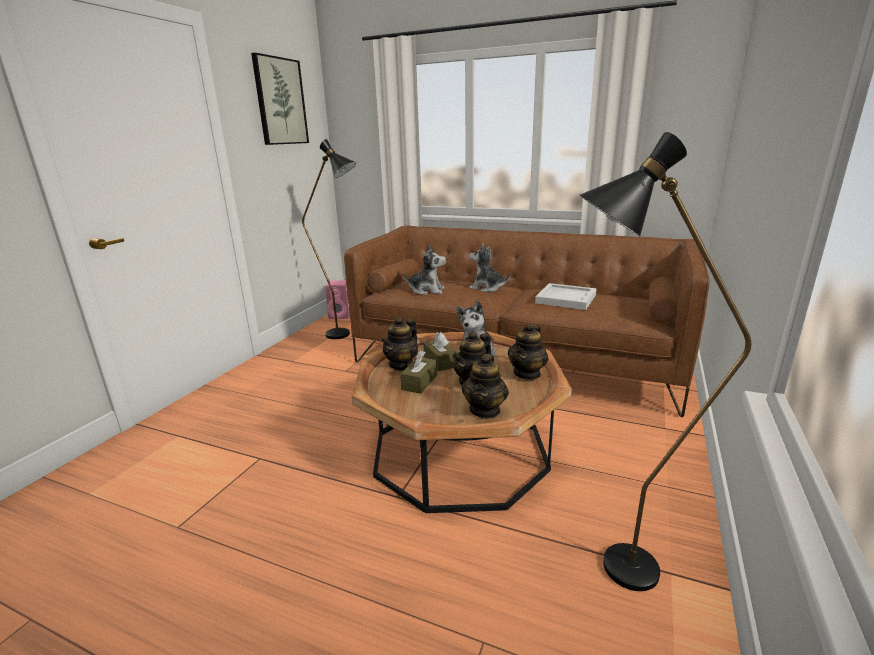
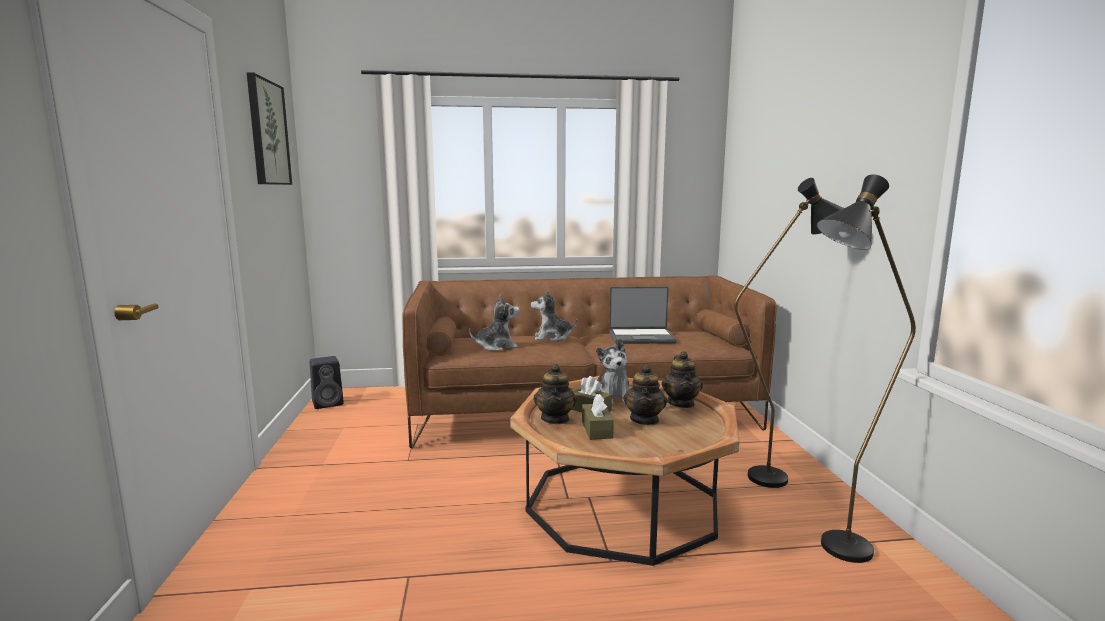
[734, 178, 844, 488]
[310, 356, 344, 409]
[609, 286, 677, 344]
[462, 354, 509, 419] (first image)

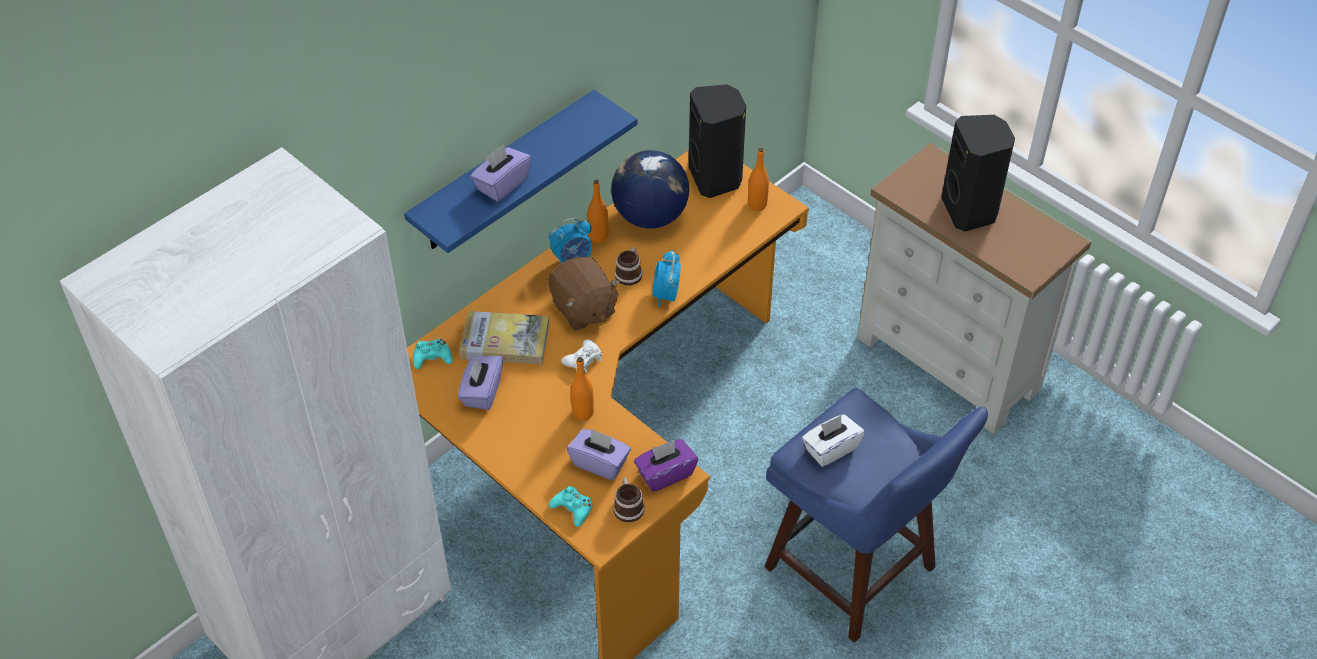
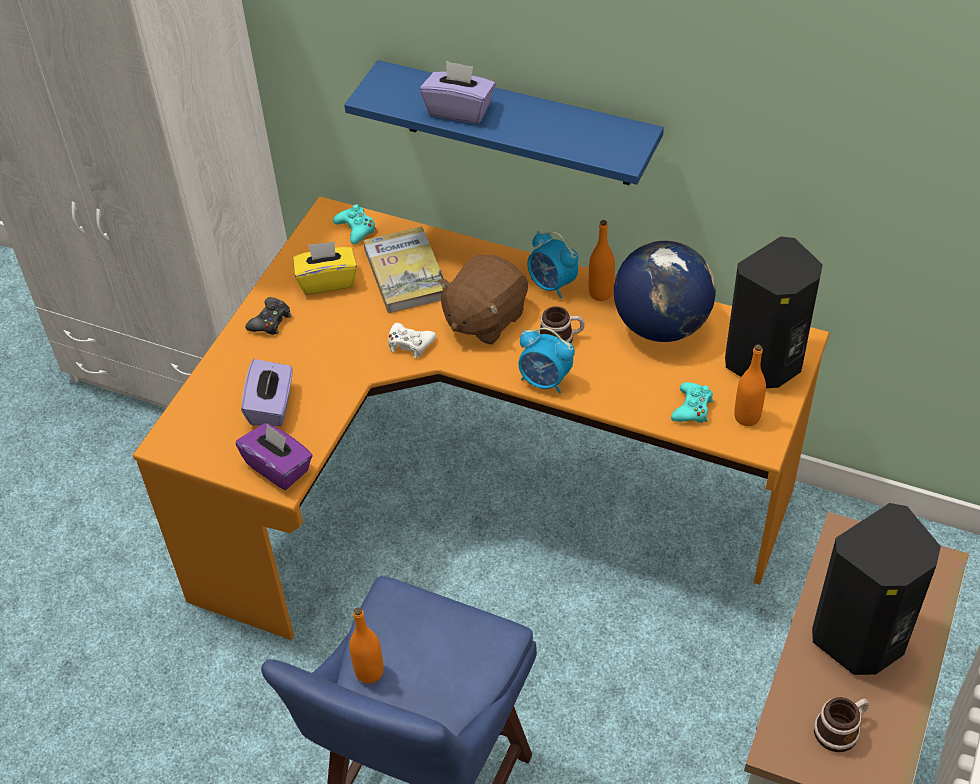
[519, 328, 575, 393]
[293, 241, 357, 295]
[349, 608, 384, 684]
[802, 414, 864, 467] (first image)
[814, 697, 869, 752]
[671, 382, 713, 423]
[245, 297, 292, 335]

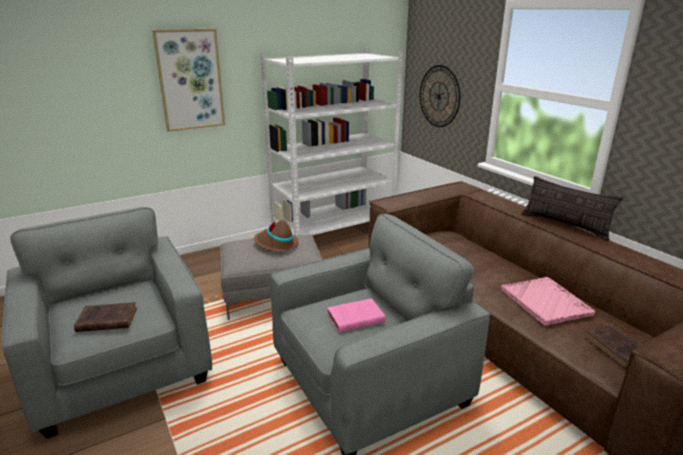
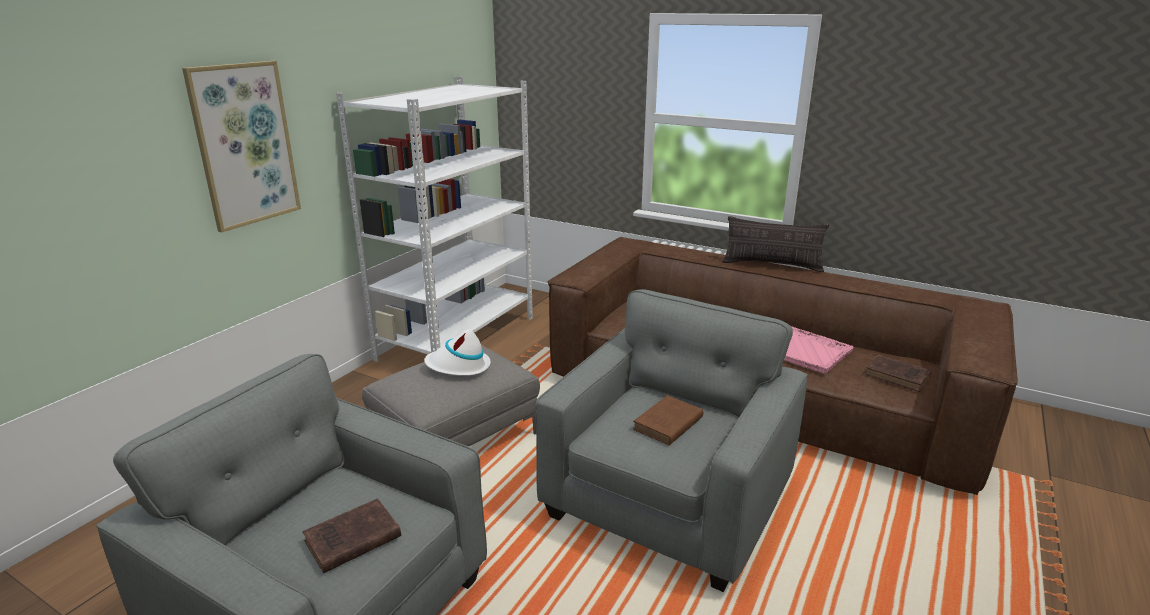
[420, 65, 460, 127] (first image)
[424, 329, 491, 376]
[633, 395, 703, 445]

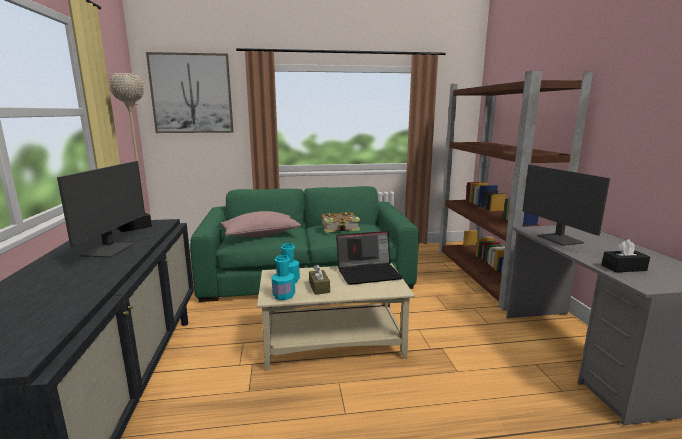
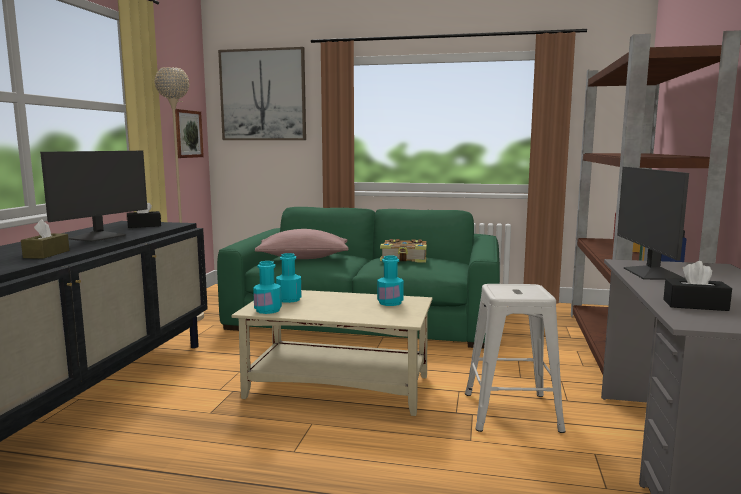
[377, 256, 404, 306]
[21, 219, 69, 259]
[175, 109, 204, 158]
[465, 284, 566, 433]

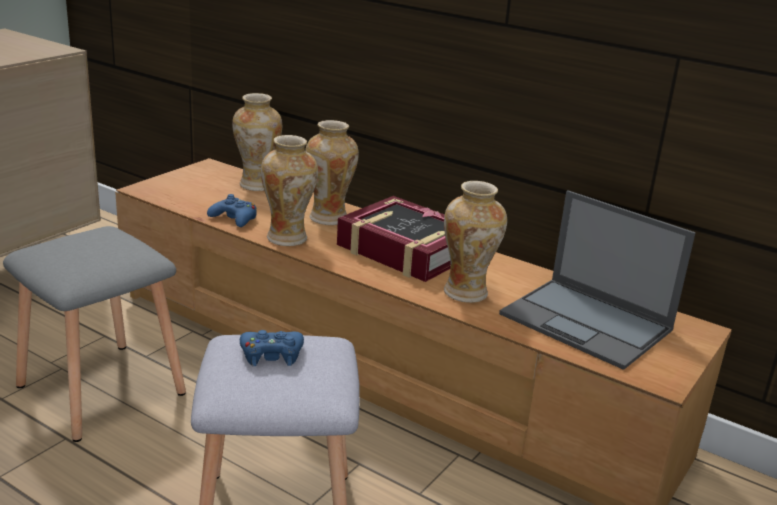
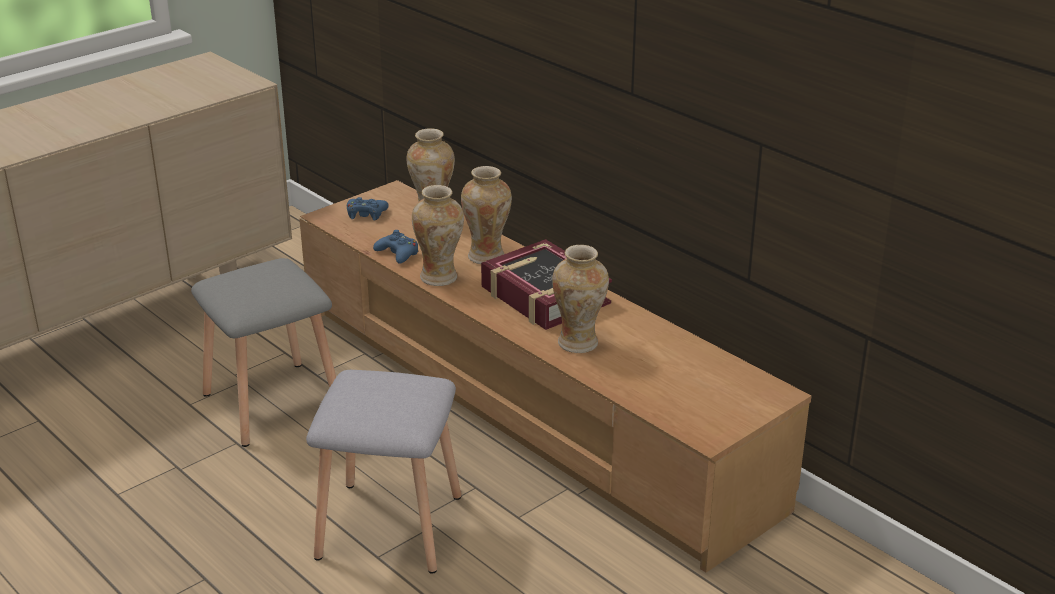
[499, 190, 696, 370] (first image)
[347, 197, 389, 220]

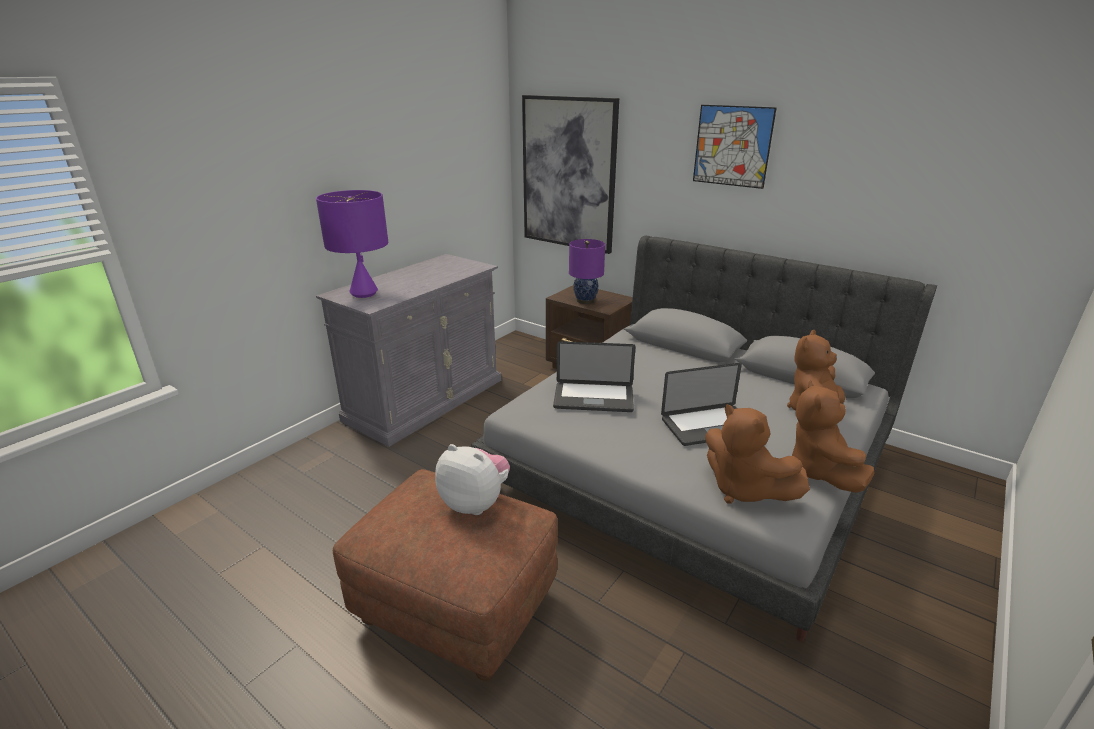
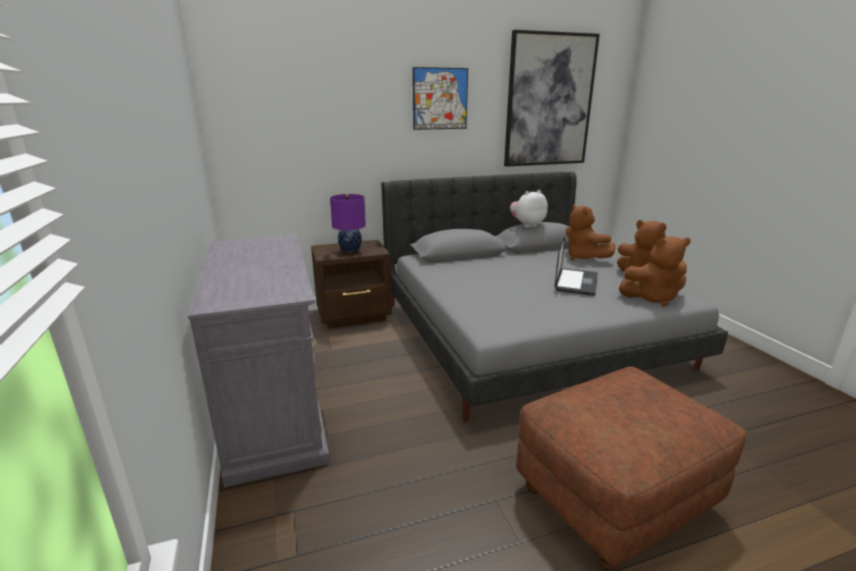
[504, 30, 600, 167]
[316, 190, 388, 298] (first image)
[553, 341, 636, 412] (first image)
[510, 190, 548, 228]

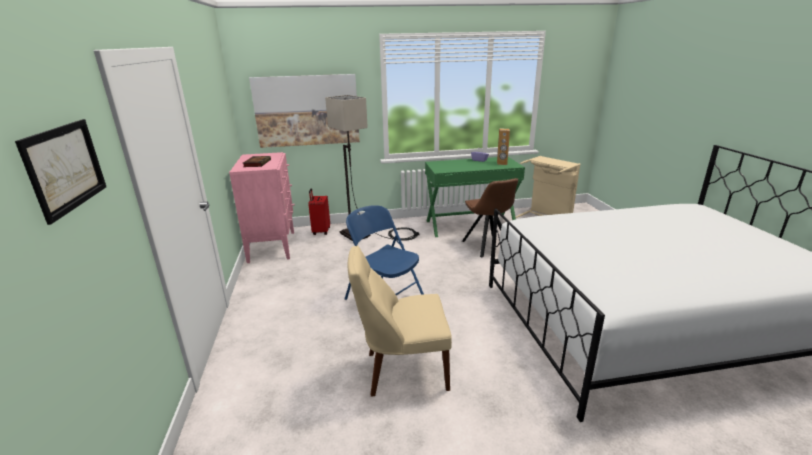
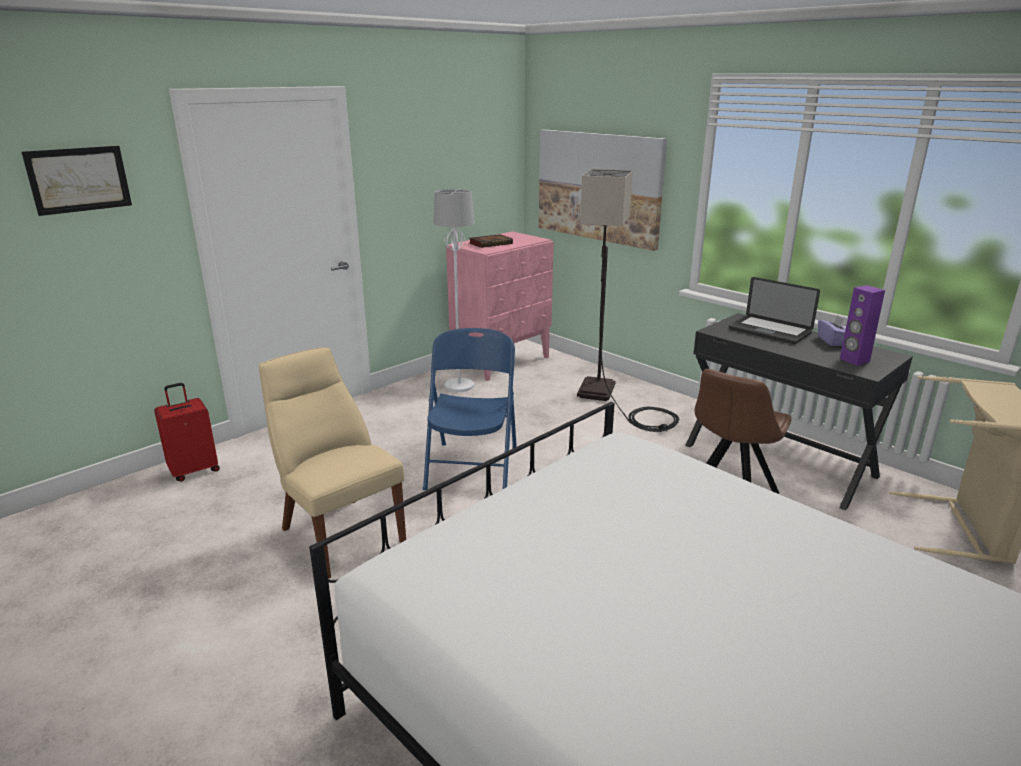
[840, 285, 885, 365]
[685, 313, 913, 510]
[154, 383, 220, 482]
[434, 189, 475, 392]
[729, 277, 820, 344]

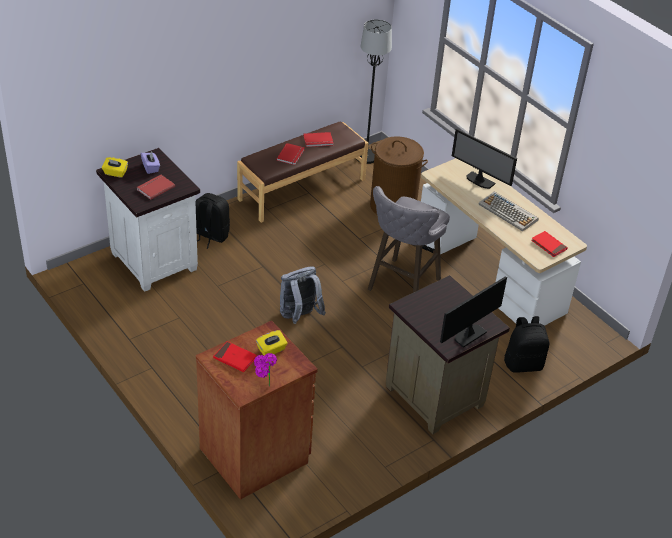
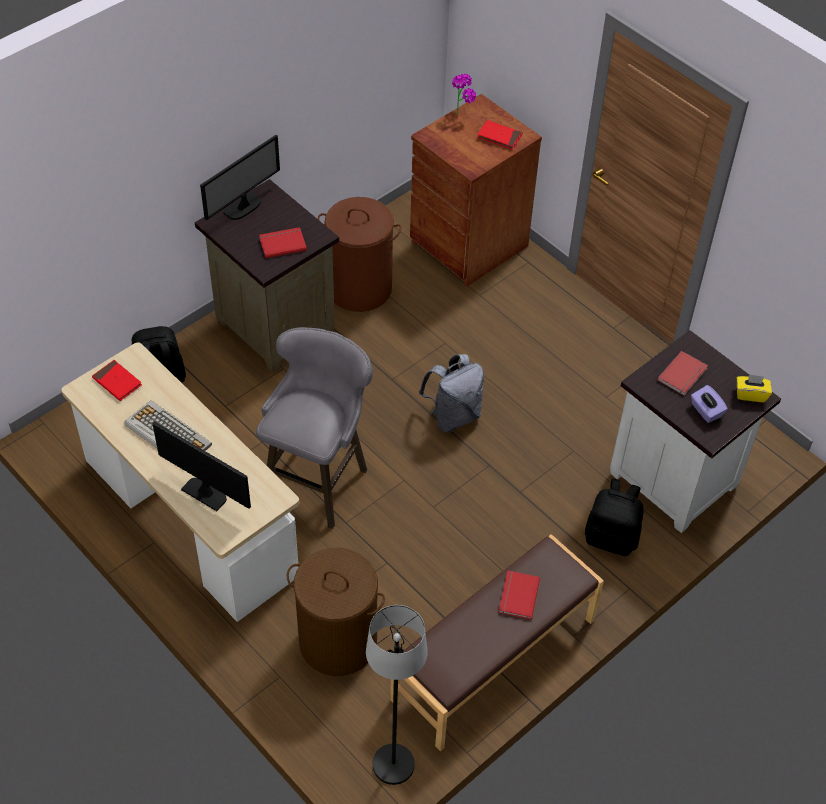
[259, 227, 307, 258]
[256, 330, 288, 355] (first image)
[318, 197, 402, 312]

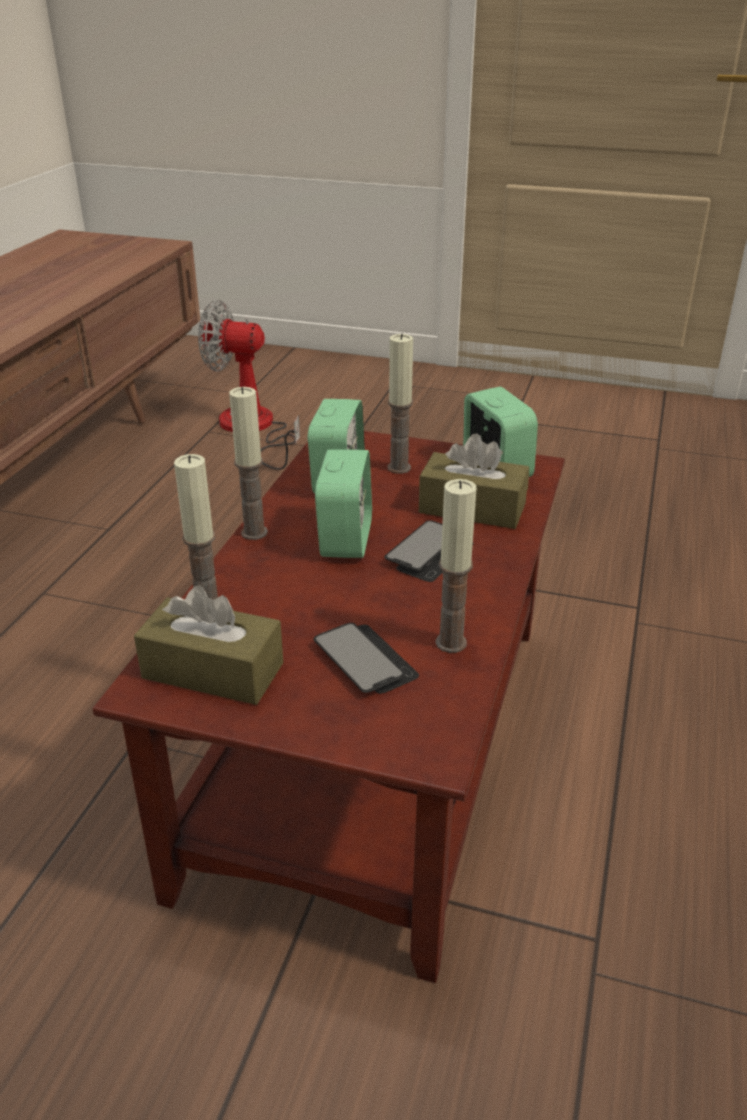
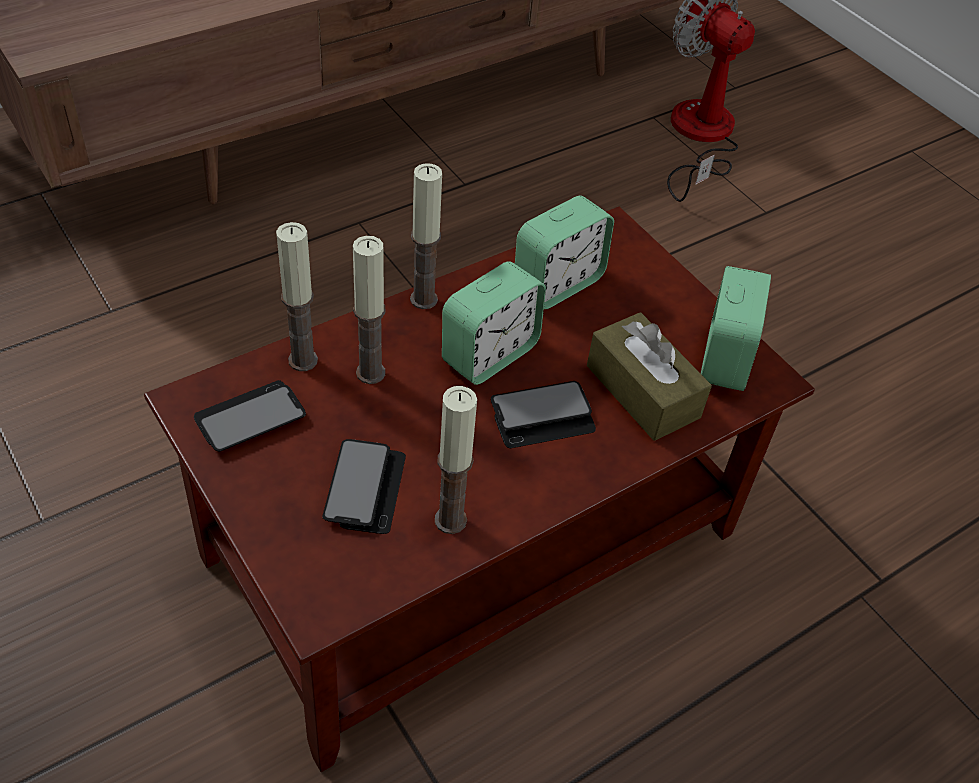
[353, 236, 386, 384]
[194, 380, 306, 451]

